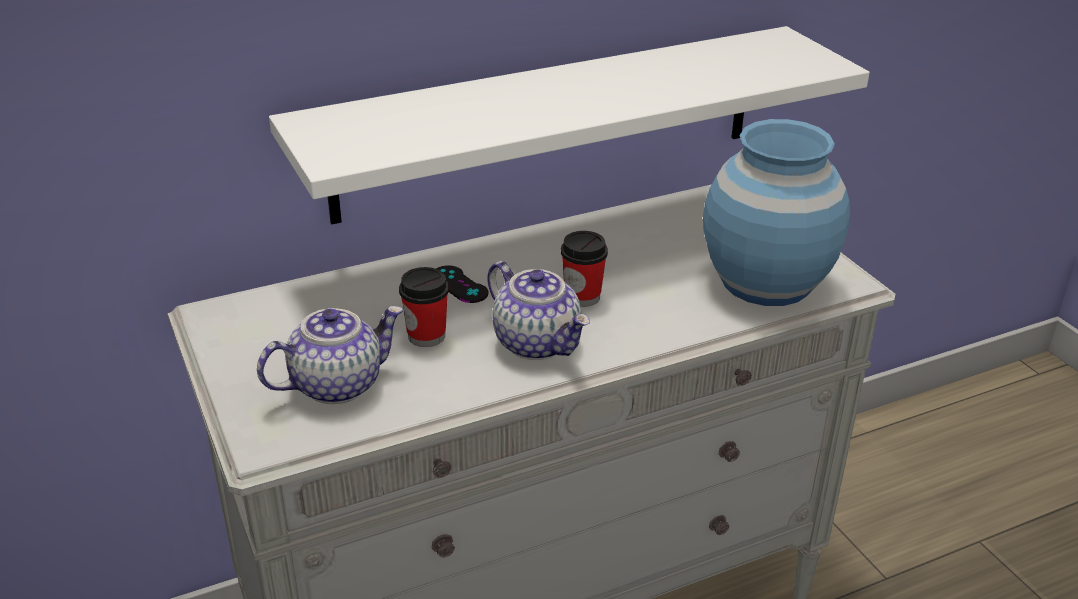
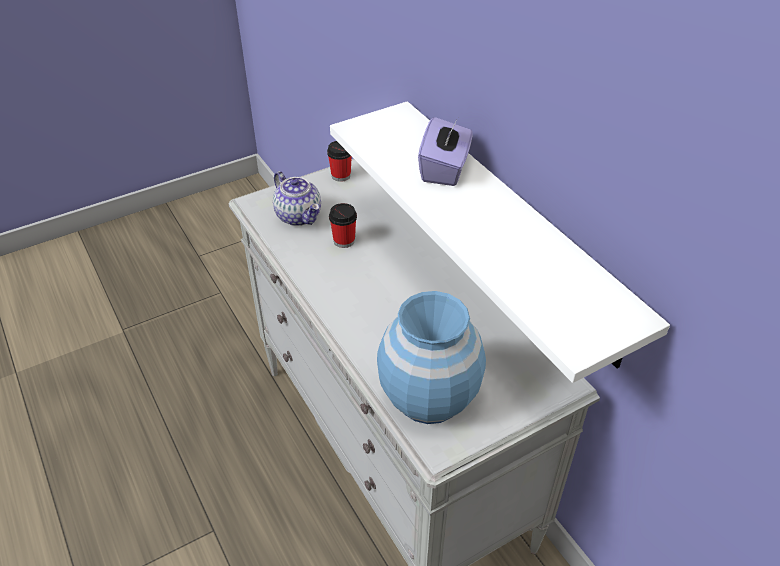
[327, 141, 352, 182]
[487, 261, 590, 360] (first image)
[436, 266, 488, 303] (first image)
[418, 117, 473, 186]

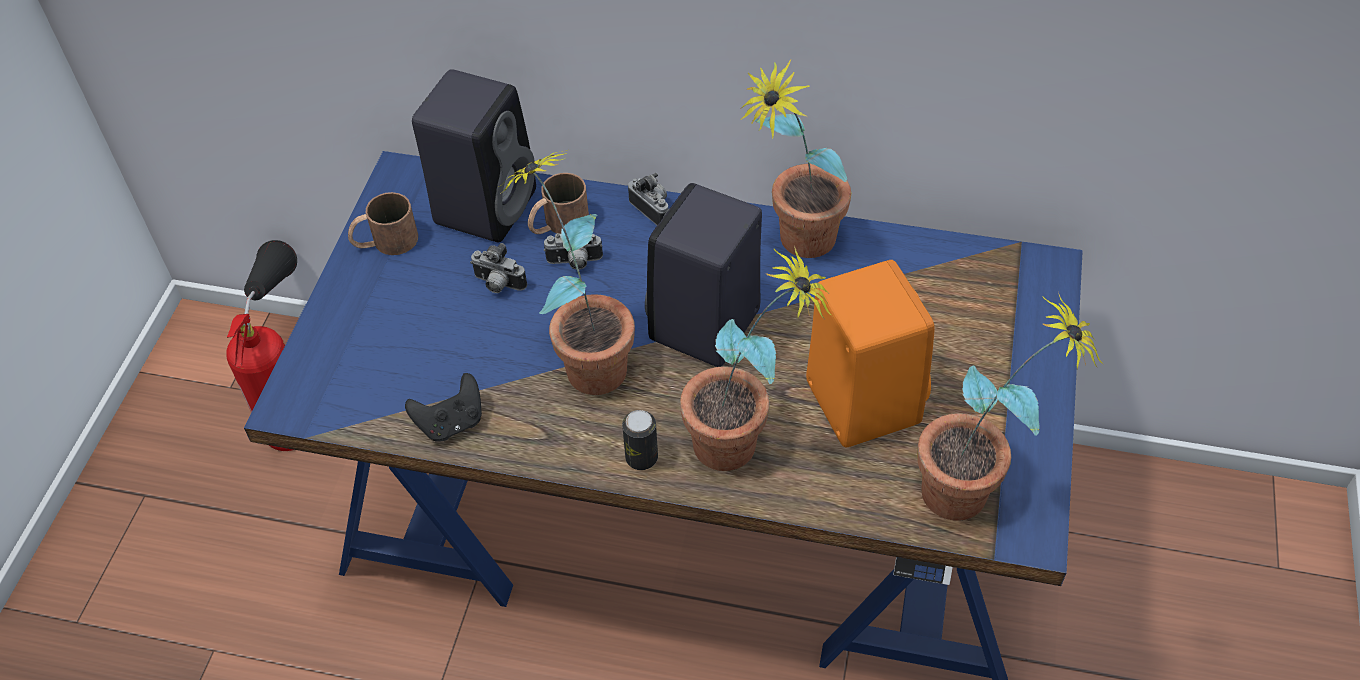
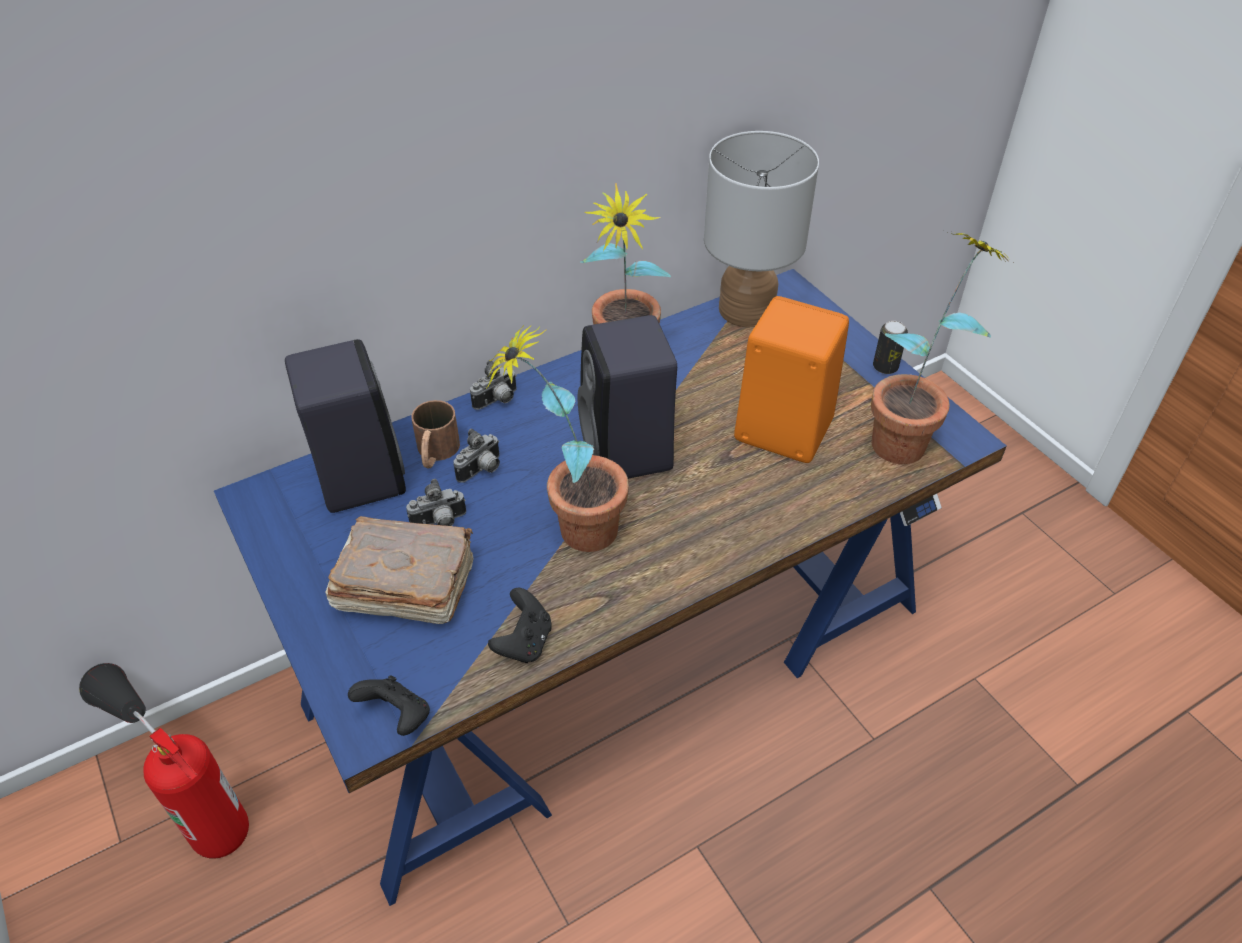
[470, 360, 517, 410]
[348, 192, 418, 255] (first image)
[680, 246, 833, 471] (first image)
[873, 321, 908, 374]
[704, 131, 819, 327]
[325, 516, 474, 624]
[348, 676, 430, 736]

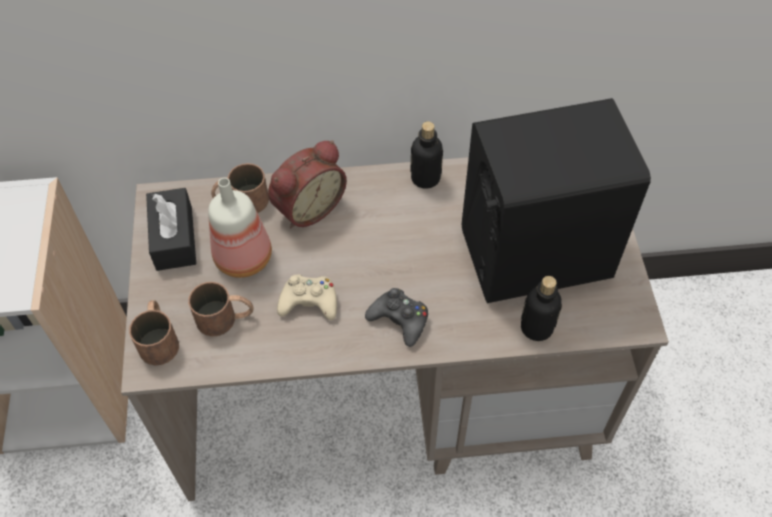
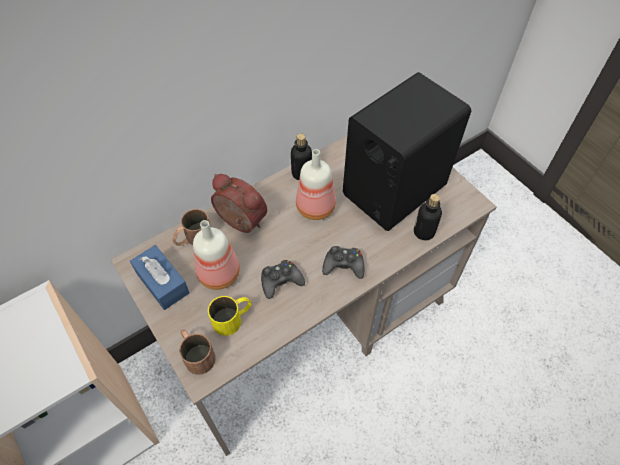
[211, 174, 267, 233]
[130, 245, 190, 310]
[261, 260, 305, 299]
[208, 296, 252, 336]
[296, 149, 336, 220]

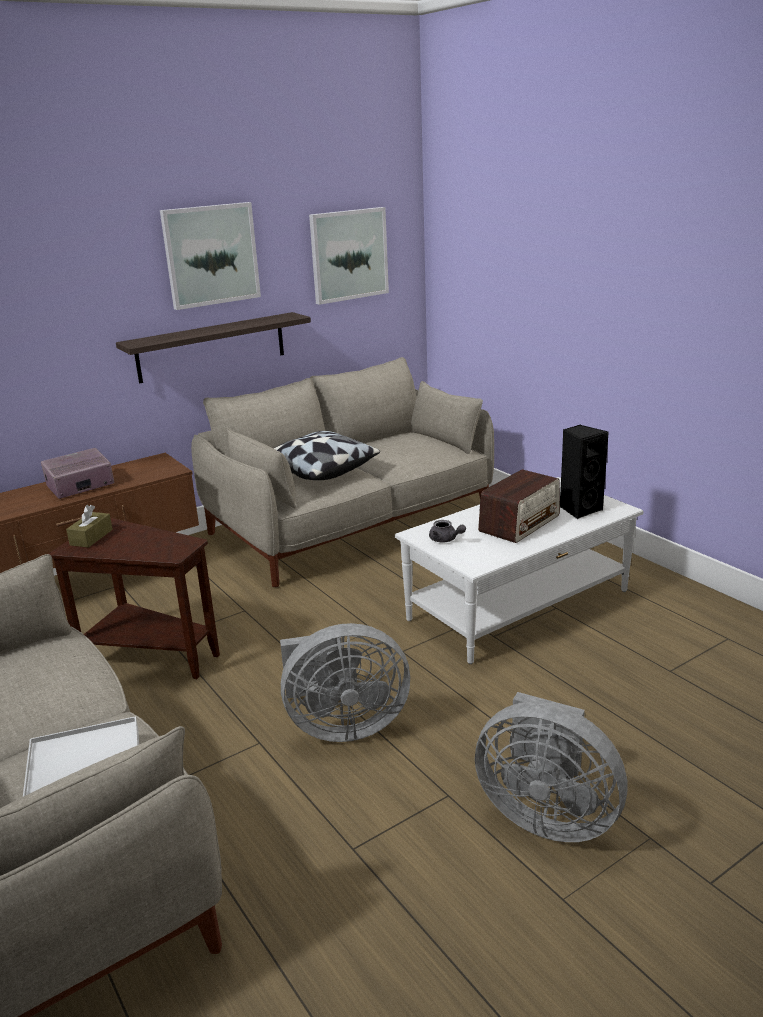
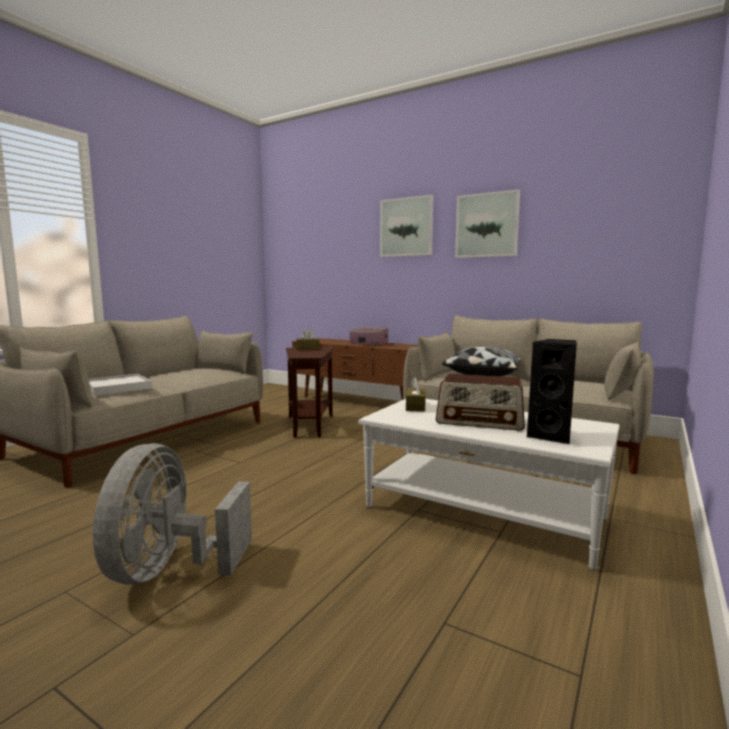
[380, 195, 433, 257]
[116, 312, 311, 383] (first image)
[406, 377, 426, 412]
[280, 623, 410, 742] (first image)

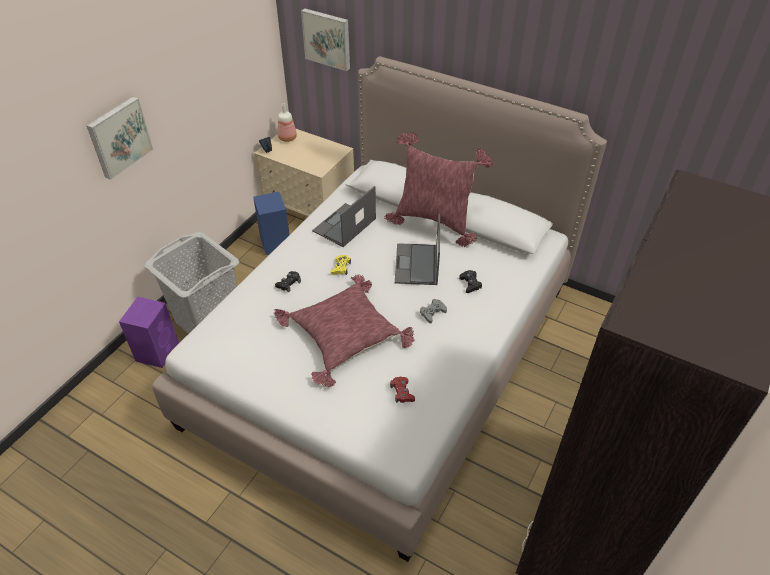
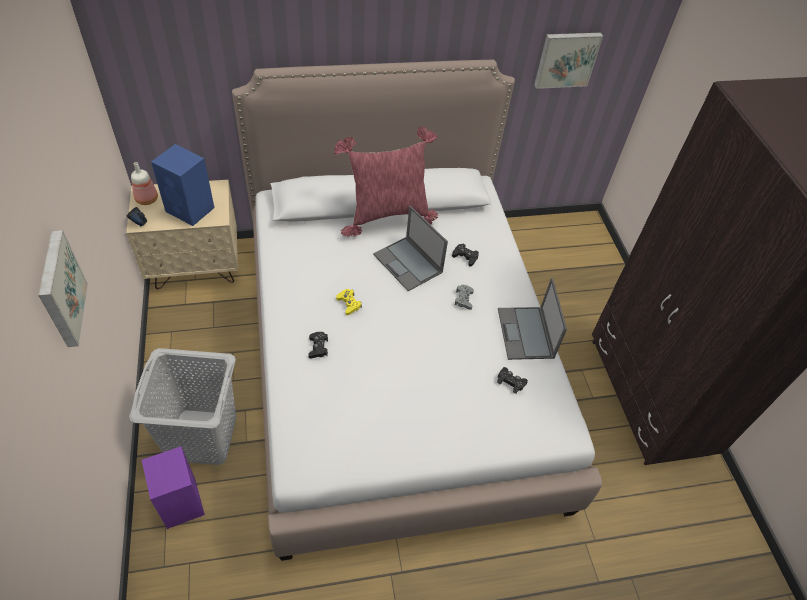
[534, 33, 603, 89]
[498, 278, 567, 360]
[151, 144, 215, 226]
[274, 274, 414, 387] (first image)
[497, 367, 528, 393]

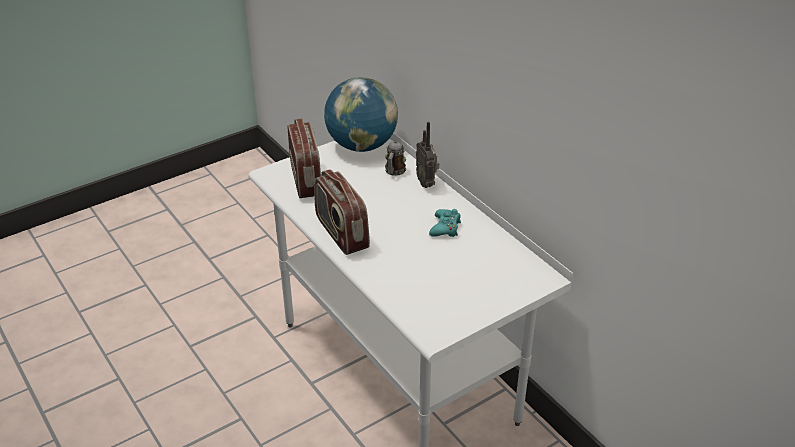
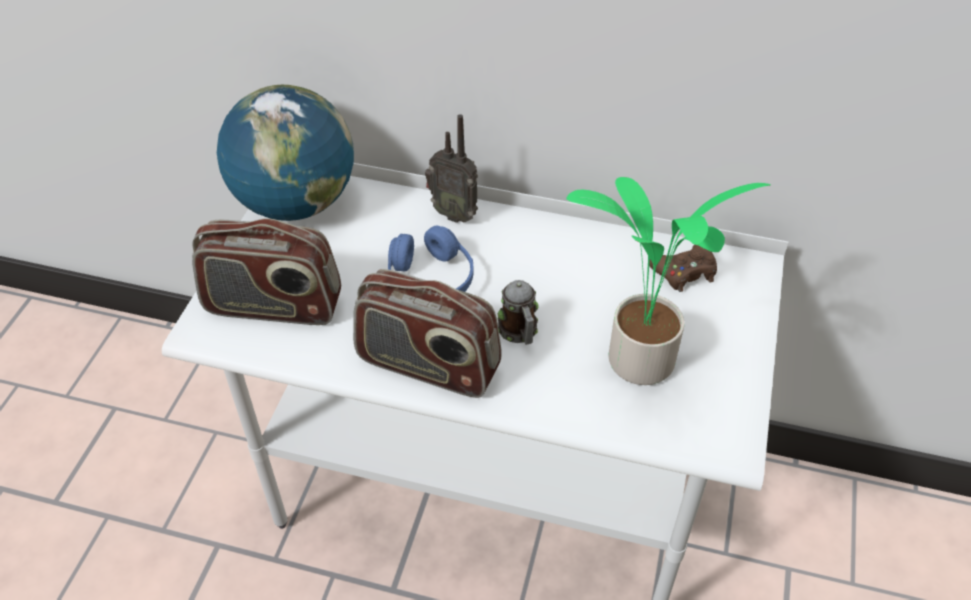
[192, 218, 341, 325]
[498, 280, 539, 345]
[429, 209, 461, 237] (first image)
[566, 177, 771, 385]
[388, 226, 474, 292]
[649, 244, 717, 292]

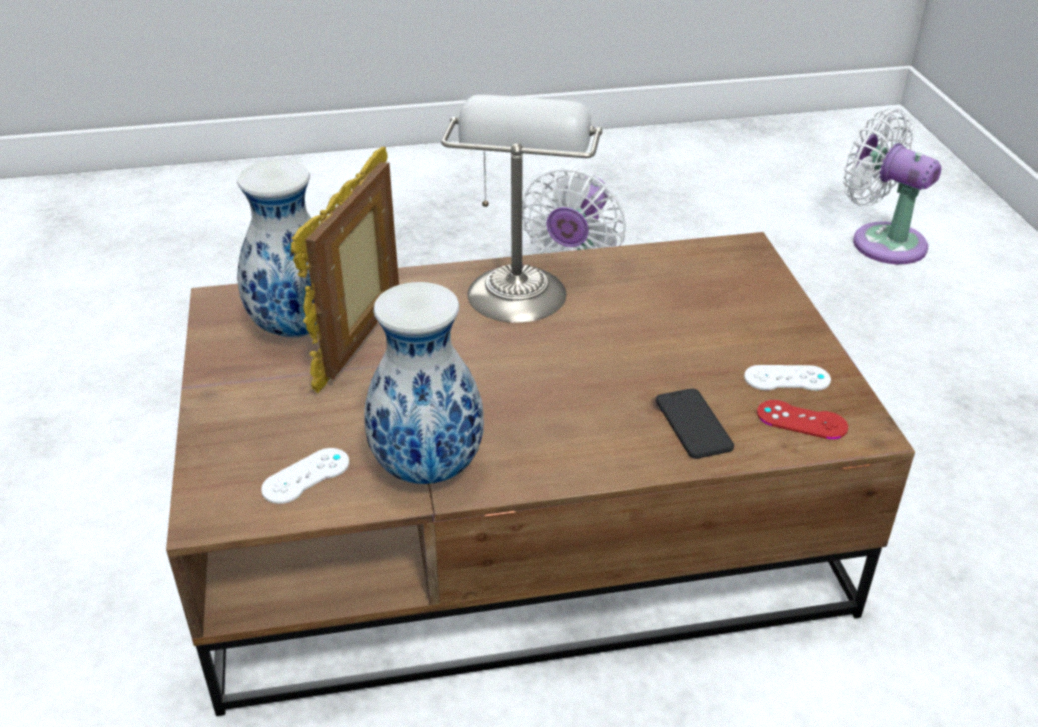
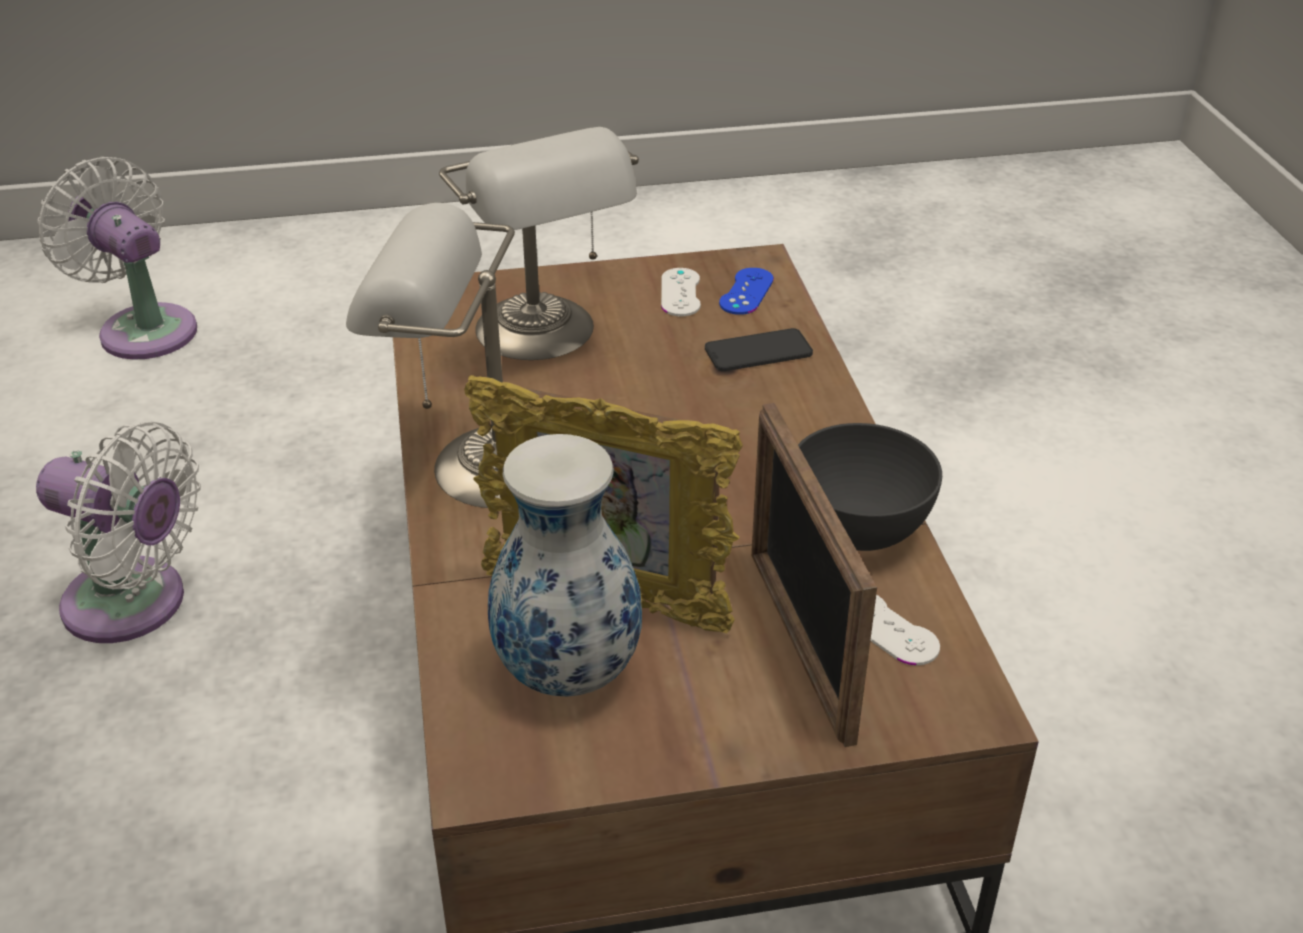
[37, 157, 197, 360]
[798, 423, 942, 551]
[719, 268, 774, 315]
[439, 127, 639, 360]
[751, 403, 877, 747]

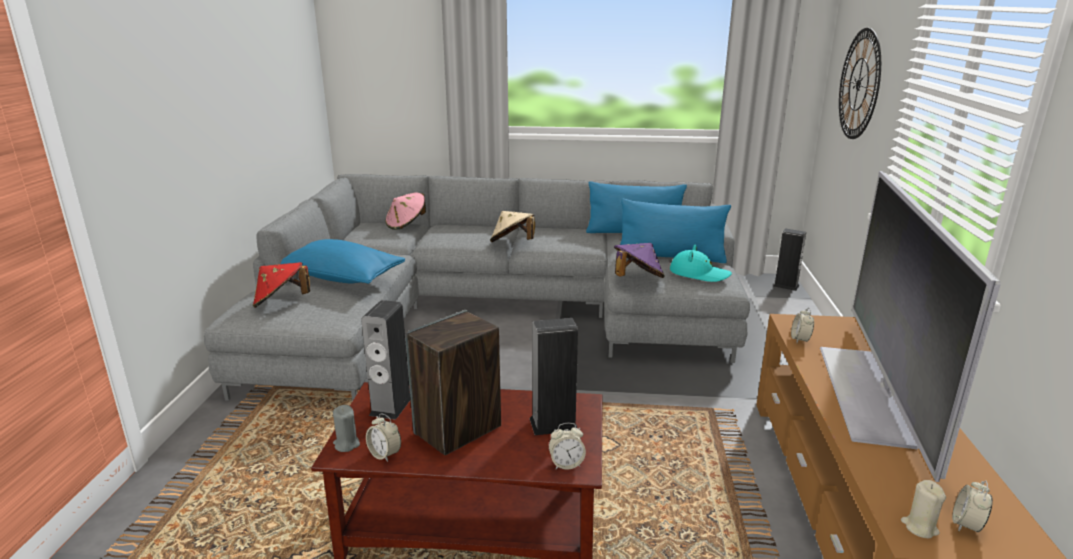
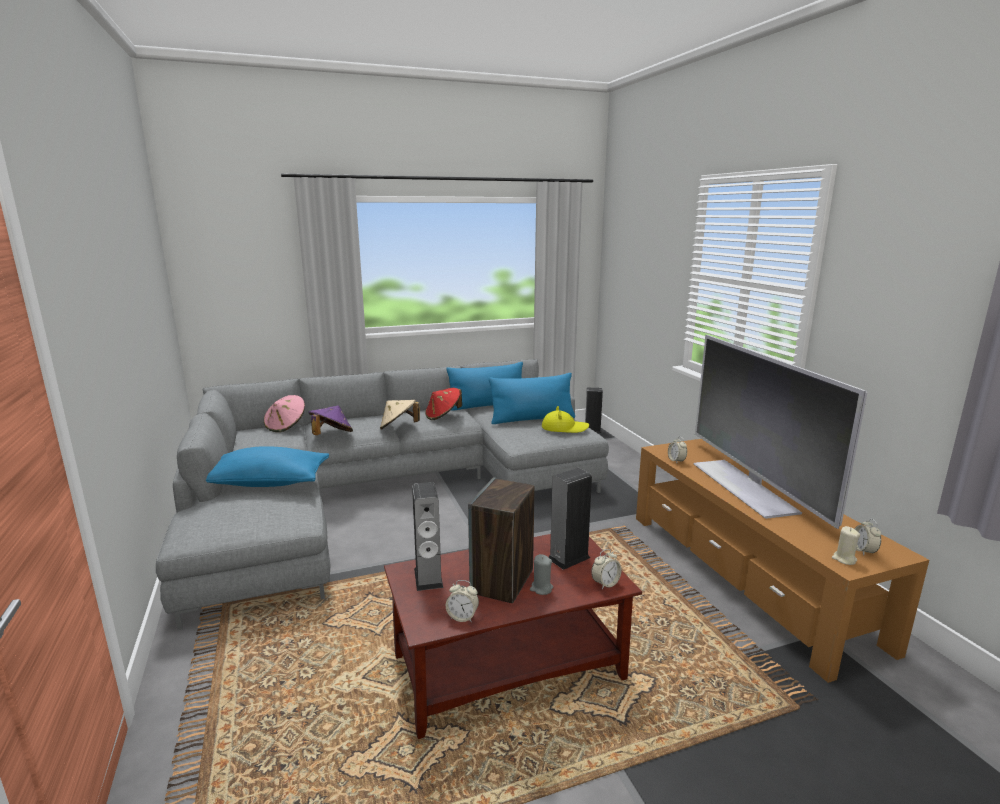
[839, 28, 881, 139] (first image)
[308, 406, 353, 435]
[542, 406, 589, 433]
[425, 388, 462, 420]
[530, 554, 553, 595]

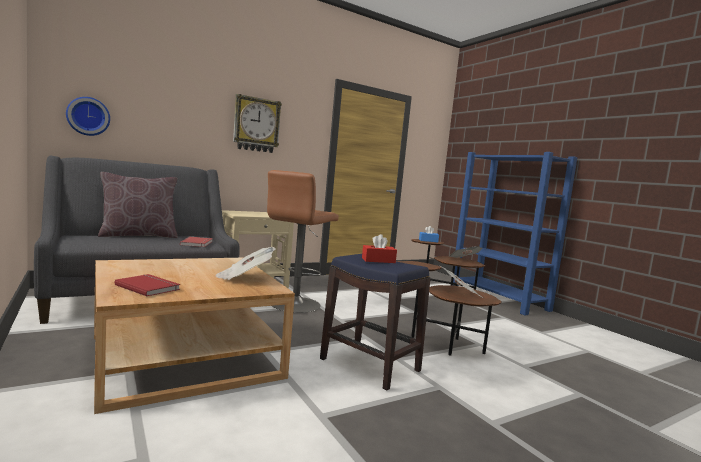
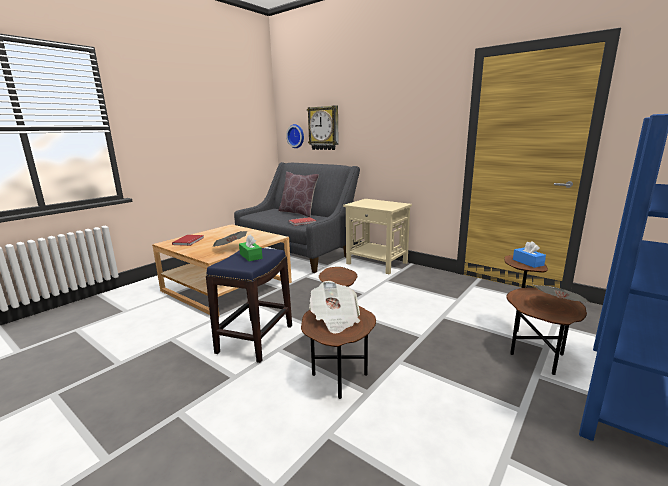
[307, 106, 339, 150]
[267, 170, 339, 313] (first image)
[239, 235, 263, 261]

